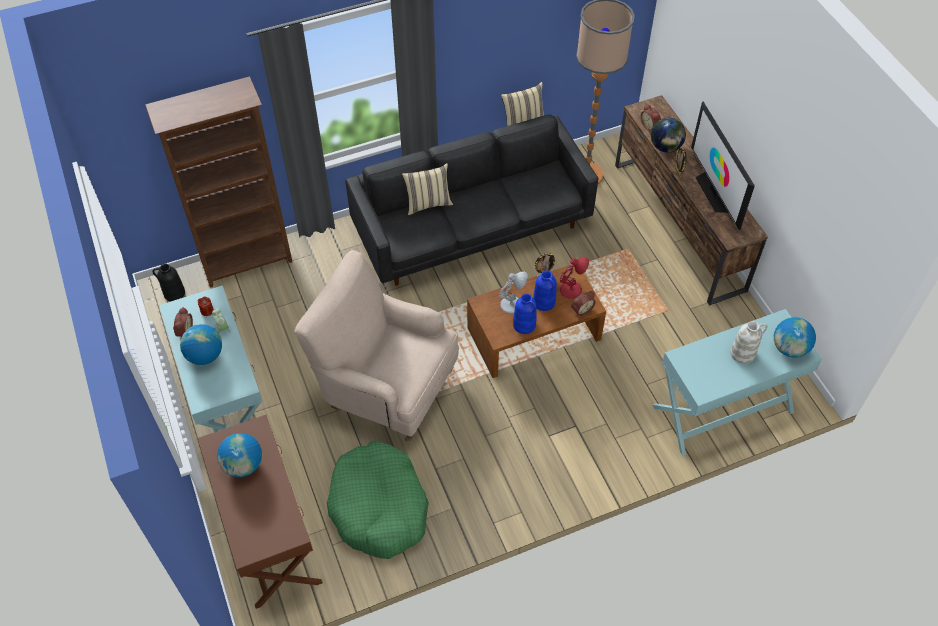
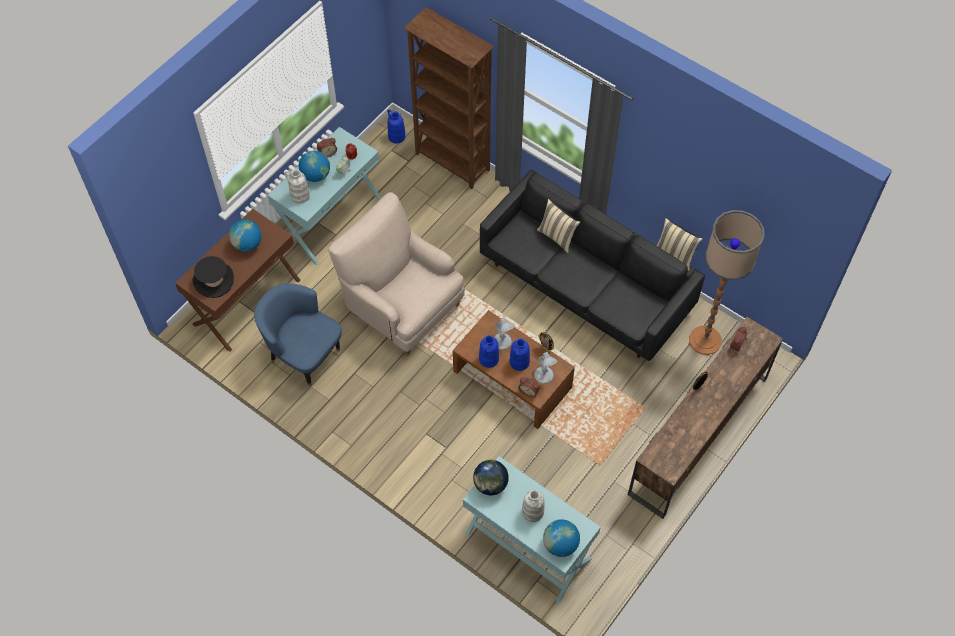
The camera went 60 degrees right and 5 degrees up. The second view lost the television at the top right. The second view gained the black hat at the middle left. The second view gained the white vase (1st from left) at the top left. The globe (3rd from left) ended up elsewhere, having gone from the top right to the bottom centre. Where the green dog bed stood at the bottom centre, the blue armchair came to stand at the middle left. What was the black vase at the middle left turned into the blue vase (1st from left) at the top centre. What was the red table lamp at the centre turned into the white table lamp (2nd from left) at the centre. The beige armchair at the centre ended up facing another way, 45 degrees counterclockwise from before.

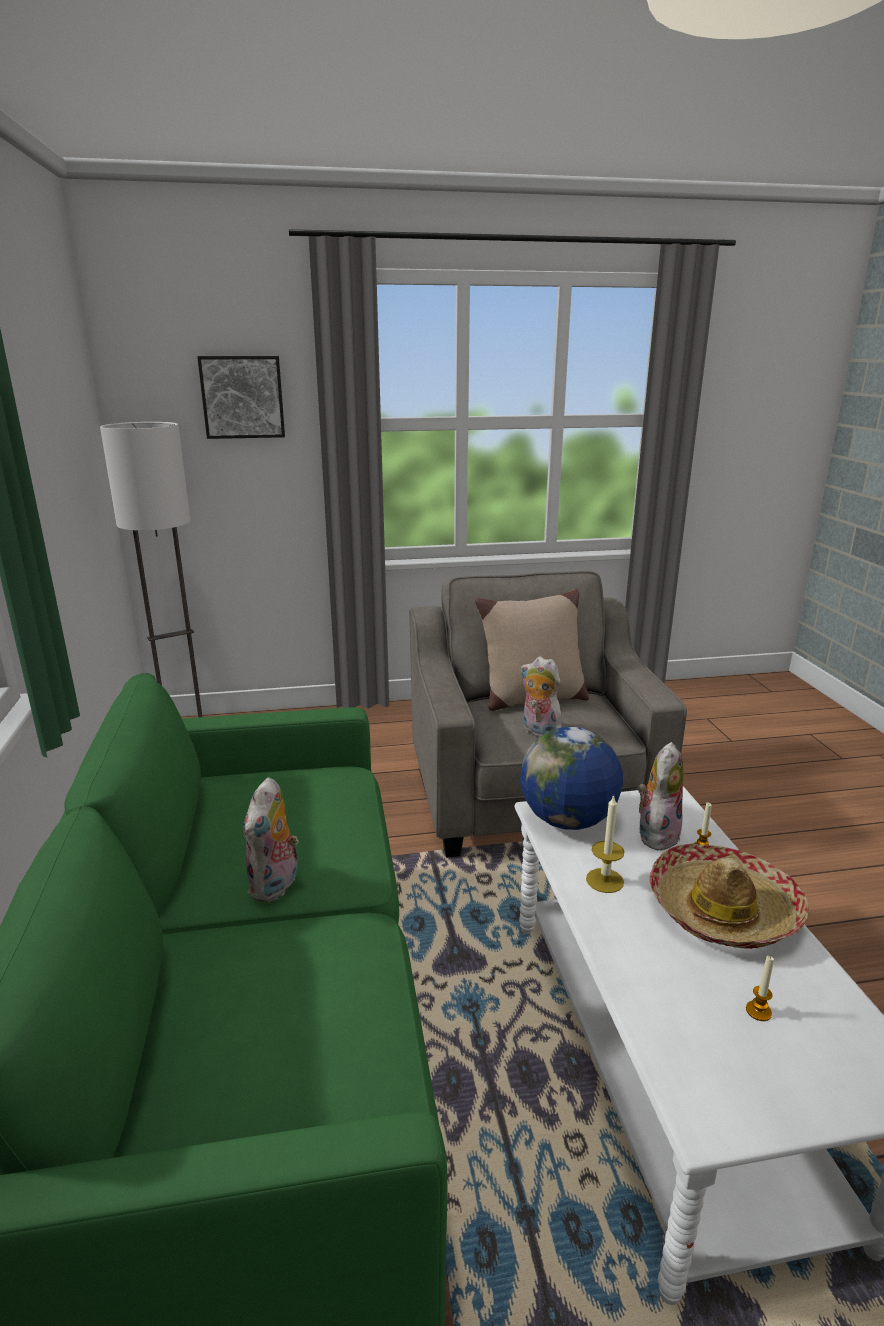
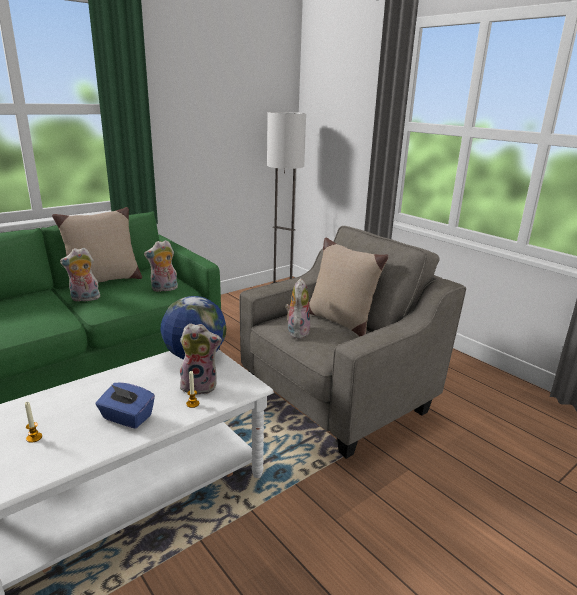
The camera went 60 degrees right and 0 degrees up. The second view lost the picture at the top left. The second view lost the candle (1st from left) at the middle right. The second view gained the beige pillow (1st from left) at the middle left. The second view gained the plush toy (2nd from left) at the middle left. Where the hat stood at the bottom right, the blue tissue box came to stand at the bottom left.

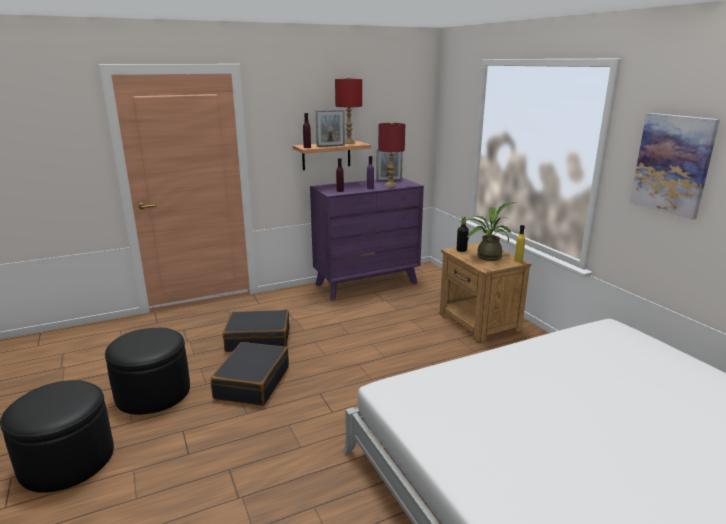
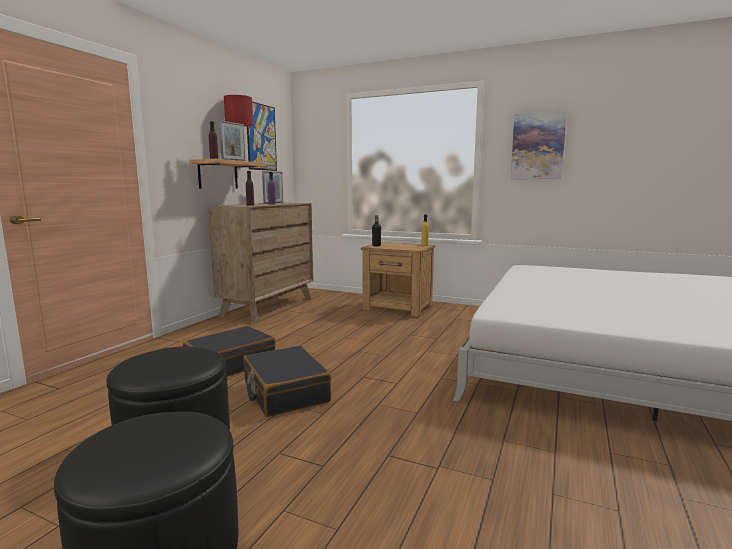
The camera went 40 degrees left and 10 degrees down. The second view lost the red table lamp (2nd from left) at the top centre. The second view lost the potted plant at the middle right. The second view gained the picture (1st from left) at the top centre. What was the purple dresser at the centre turned into the brown dresser at the centre.

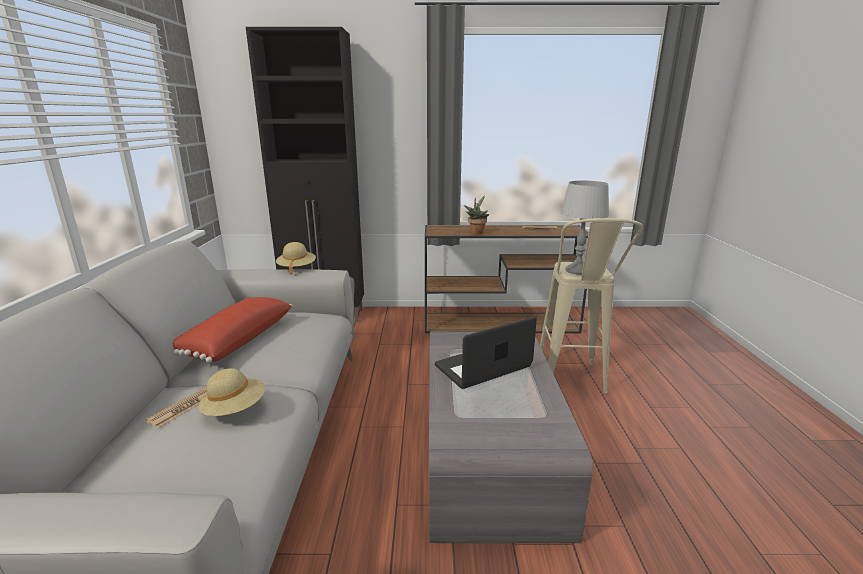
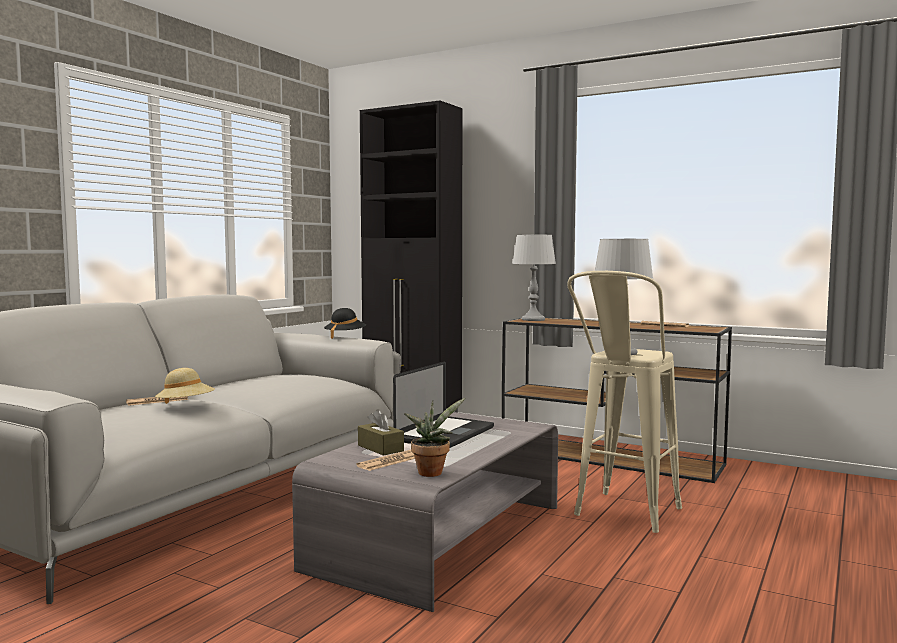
The camera went 30 degrees right and 15 degrees down. The second view lost the red pillow at the middle left. The second view gained the newspaper (2nd from left) at the bottom centre. The second view gained the brown tissue box at the bottom centre. The second view gained the grey table lamp (1st from left) at the centre. The potted plant ended up elsewhere, having gone from the centre to the bottom centre. What was the beige hat (2nd from left) at the centre turned into the black hat at the centre. The laptop at the centre ended up facing another way, 120 degrees clockwise from before.

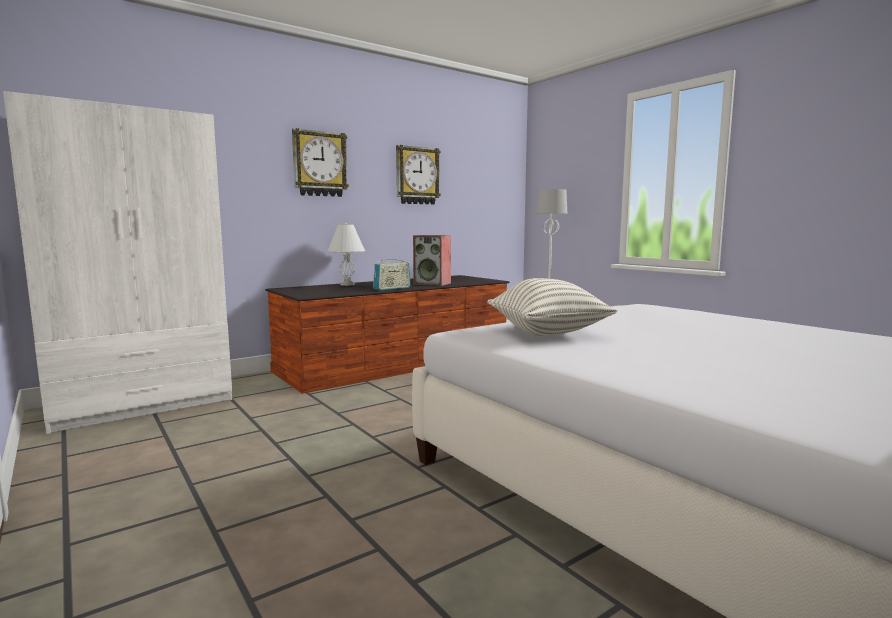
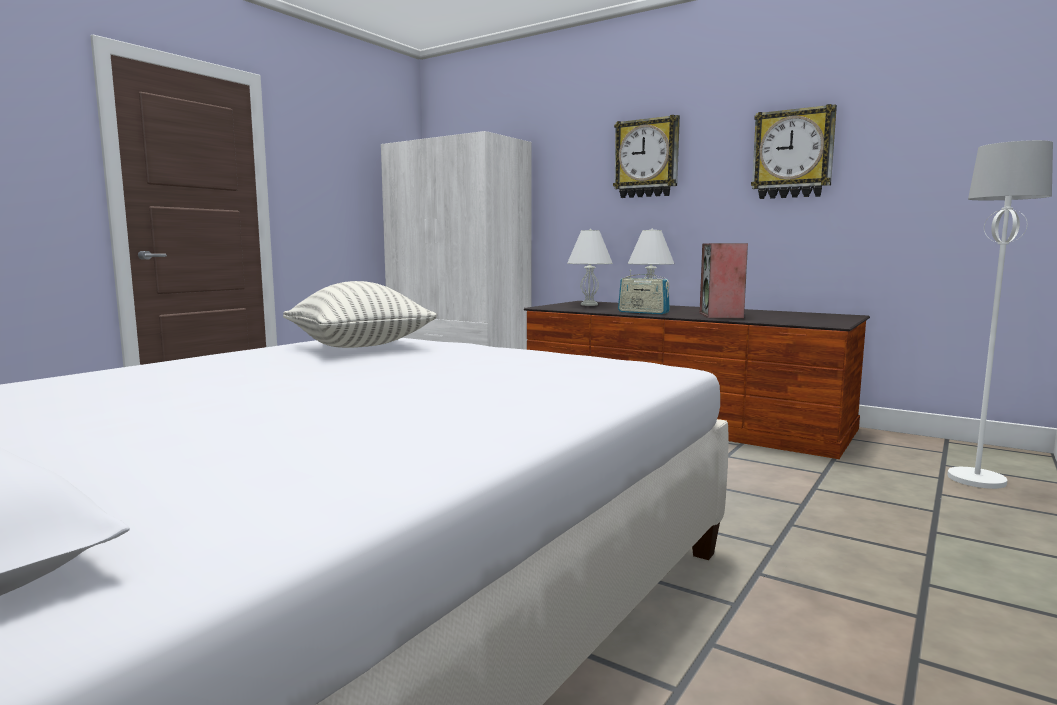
The camera went 70 degrees right and 0 degrees up. The second view gained the white table lamp (1st from left) at the centre.

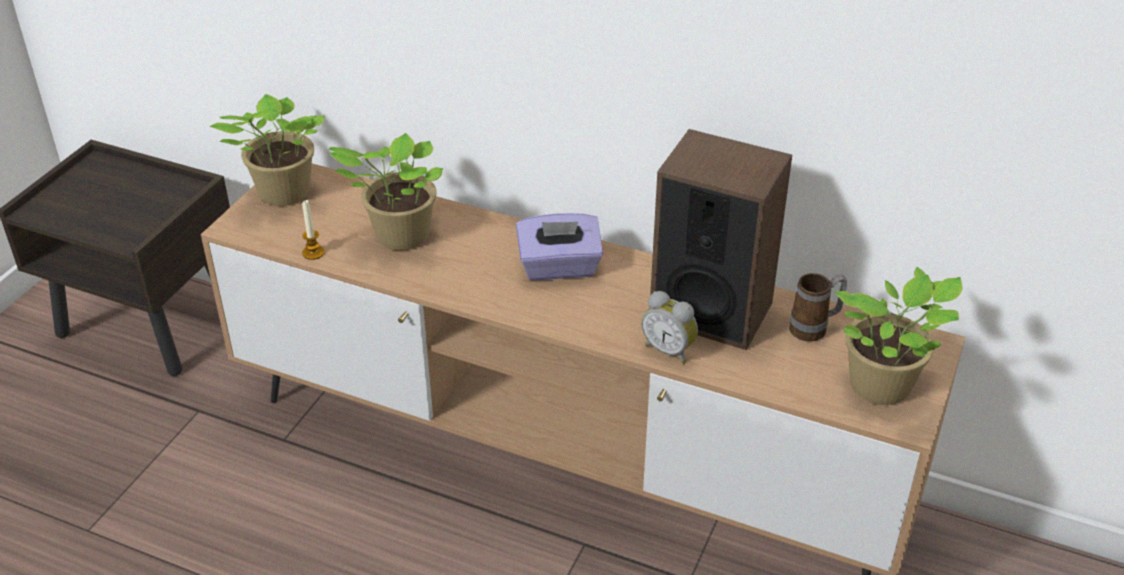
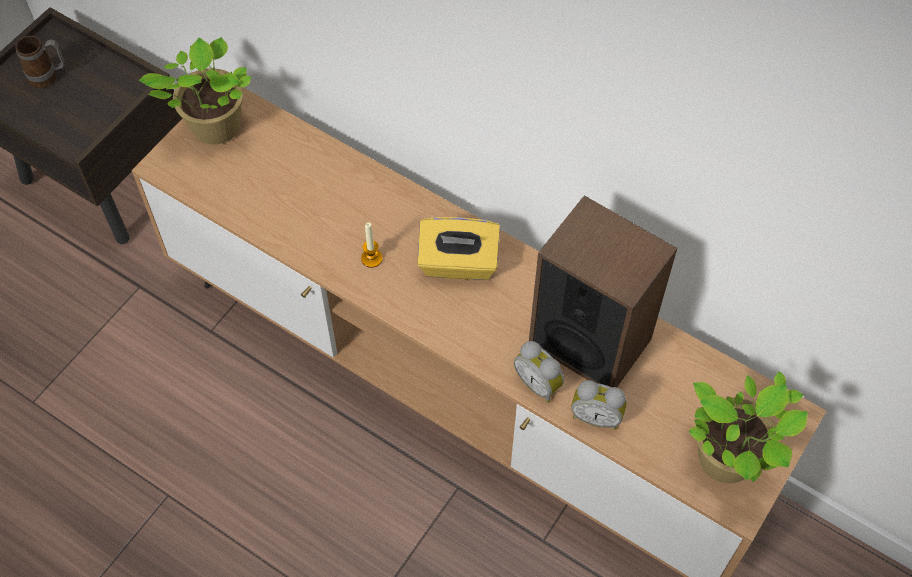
The camera went 10 degrees right and 20 degrees up. The second view lost the potted plant (2nd from left) at the top centre. The second view gained the alarm clock (2nd from left) at the bottom centre. The candle ended up elsewhere, having gone from the middle left to the centre. The mug ended up elsewhere, having gone from the middle right to the top left. What was the purple tissue box at the centre turned into the yellow tissue box at the centre.

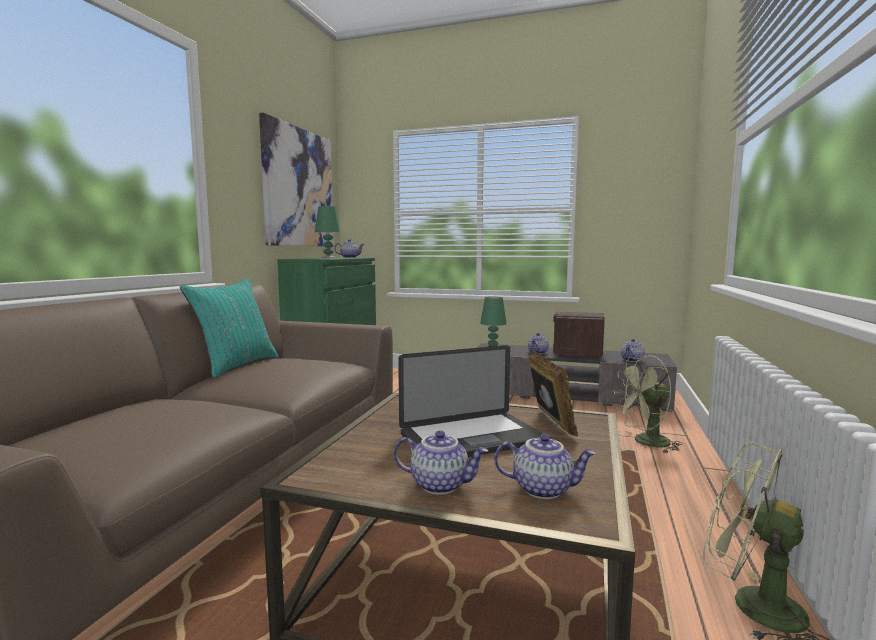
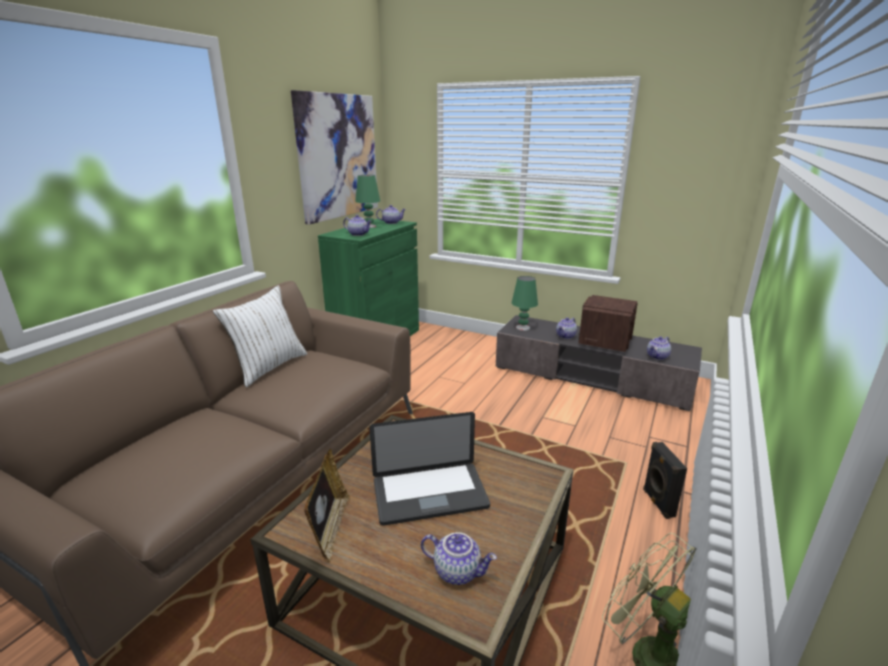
The camera went 10 degrees right and 15 degrees up. The second view lost the green fan (1st from left) at the middle right. The second view gained the black speaker at the bottom right. The teapot (2nd from left in the first image) ended up elsewhere, having gone from the bottom centre to the centre. The picture frame ended up elsewhere, having gone from the centre to the bottom centre. What was the turquoise pillow at the middle left turned into the white pillow at the middle left.

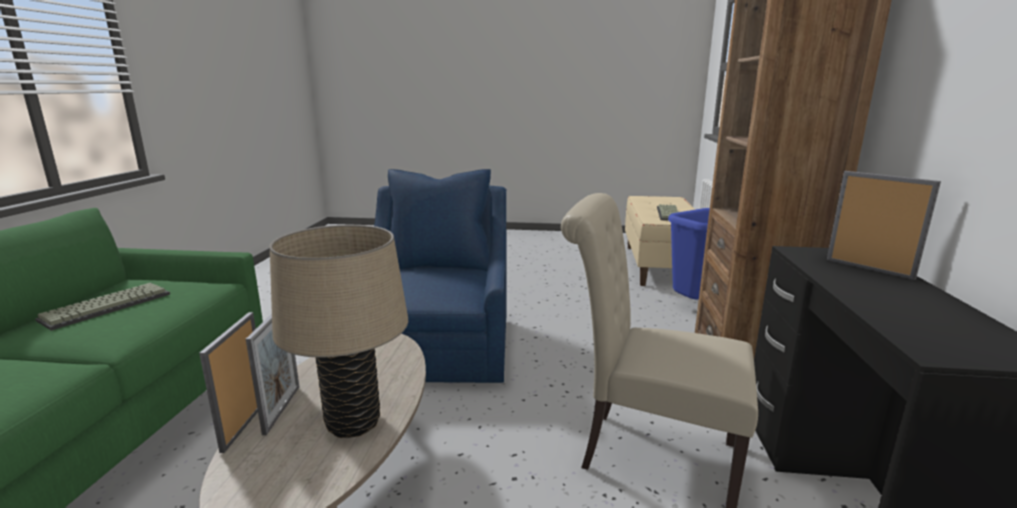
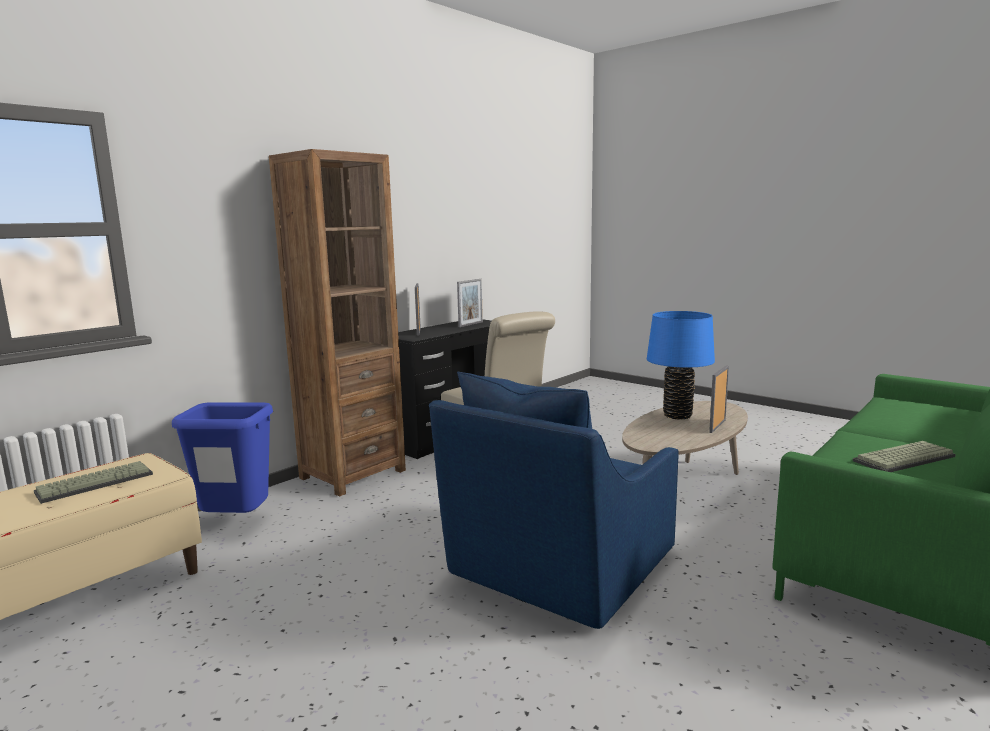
The camera went 145 degrees left and 5 degrees down. The picture frame (1st from left in the first image) ended up elsewhere, having gone from the bottom left to the centre. What was the beige table lamp at the centre turned into the blue table lamp at the middle right.

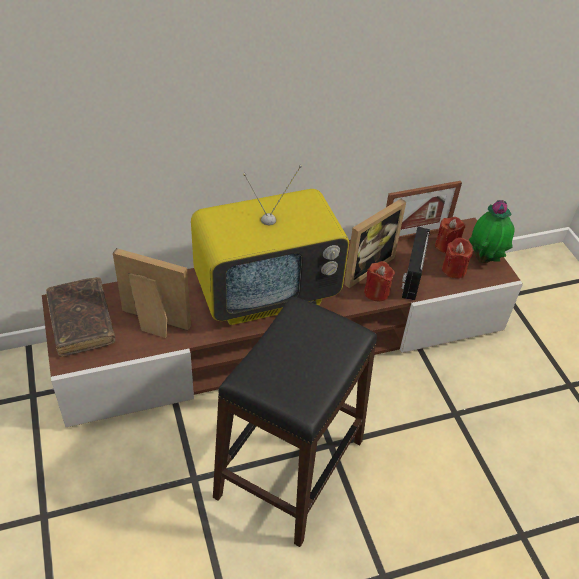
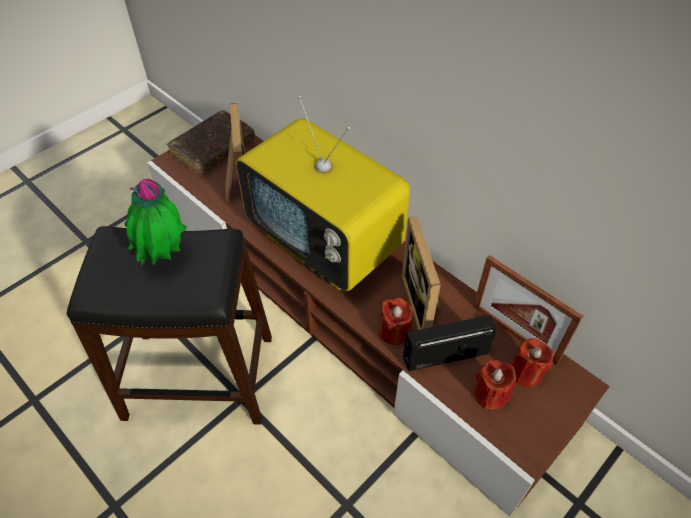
The camera went 65 degrees right and 5 degrees up. The potted plant ended up elsewhere, having gone from the middle right to the middle left. The picture frame (2nd from left) at the centre ended up facing another way, 60 degrees clockwise from before.

